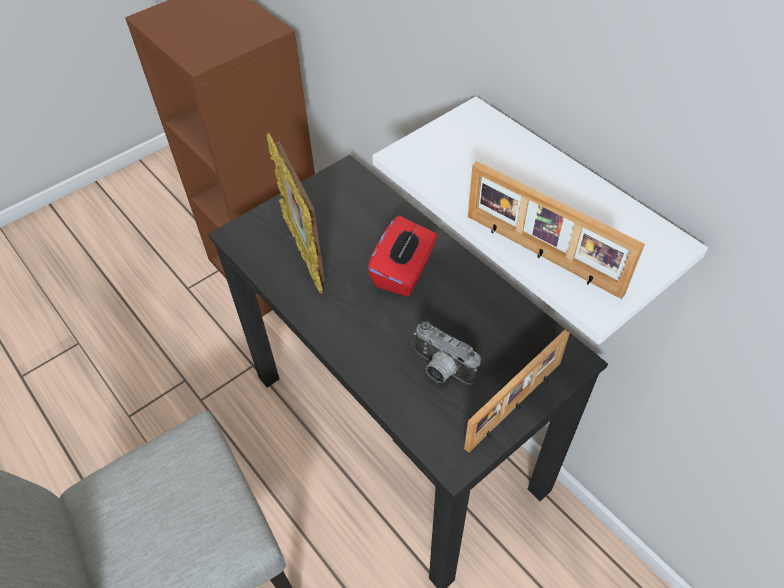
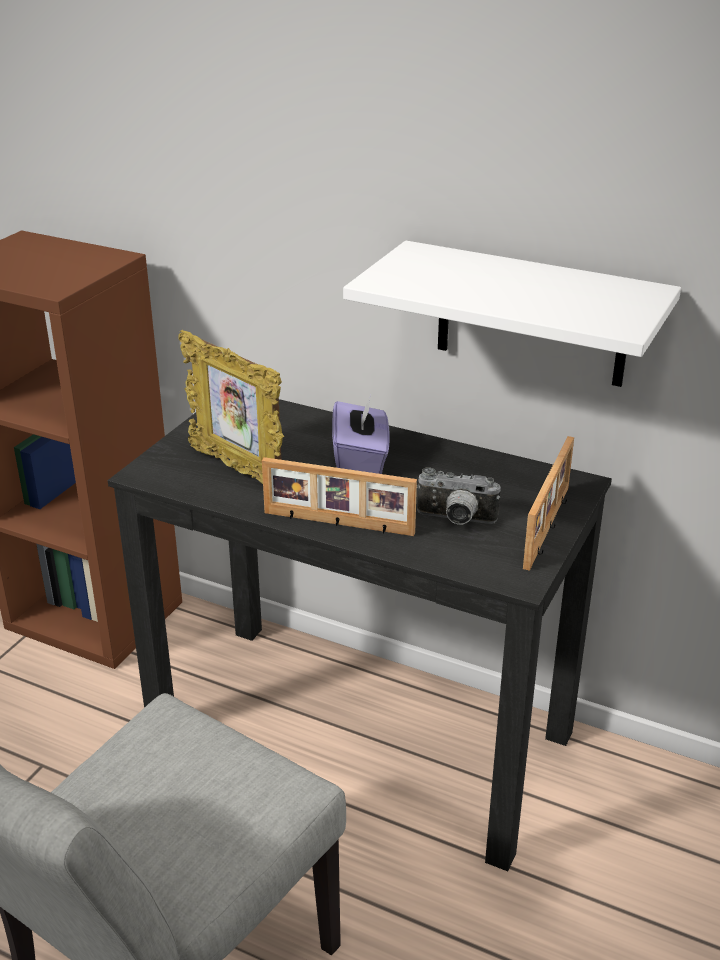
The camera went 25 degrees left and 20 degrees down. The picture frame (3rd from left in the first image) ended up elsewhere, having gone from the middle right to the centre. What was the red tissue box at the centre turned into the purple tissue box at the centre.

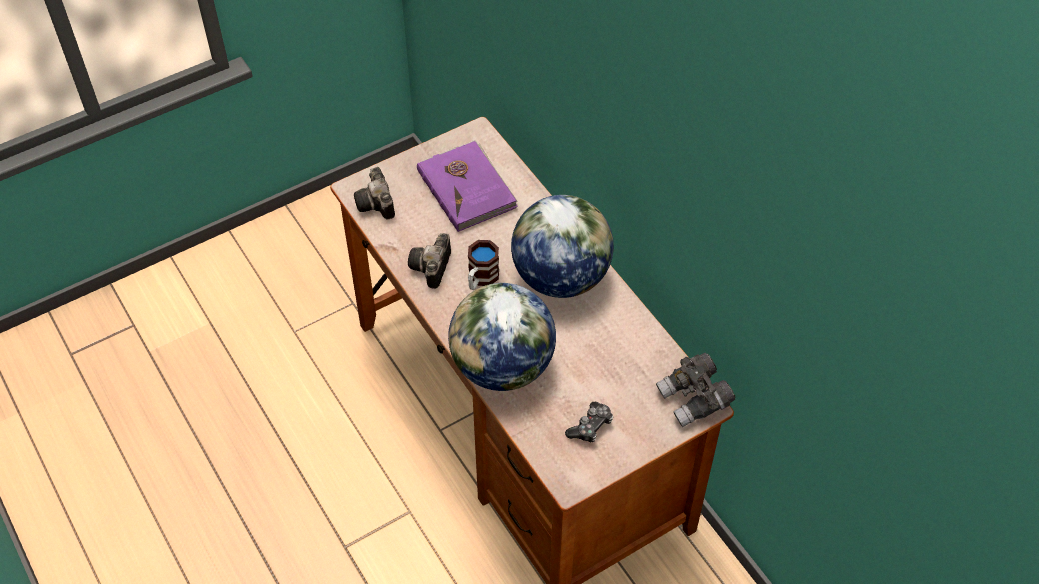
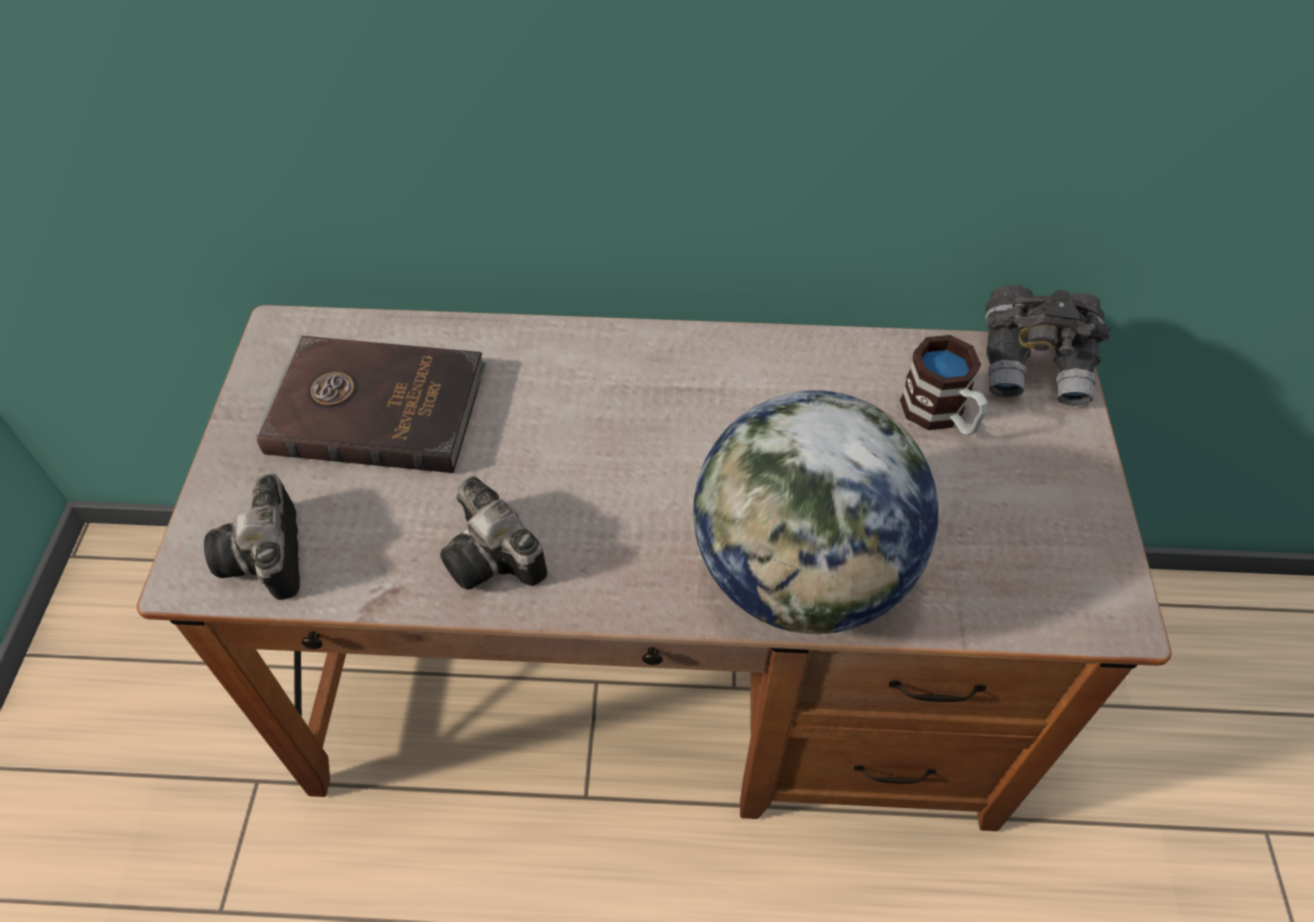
The camera went 55 degrees left and 0 degrees up. The second view lost the globe (2nd from left) at the centre. The second view lost the game controller at the bottom centre. The mug ended up elsewhere, having gone from the centre to the middle right. What was the purple book at the top centre turned into the brown book at the middle left. The photo camera (1st from left) at the top centre ended up facing another way, 60 degrees clockwise from before.

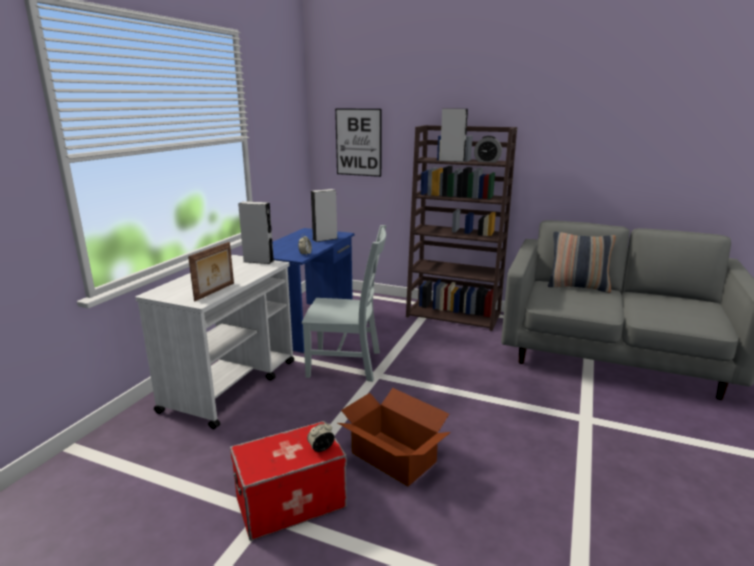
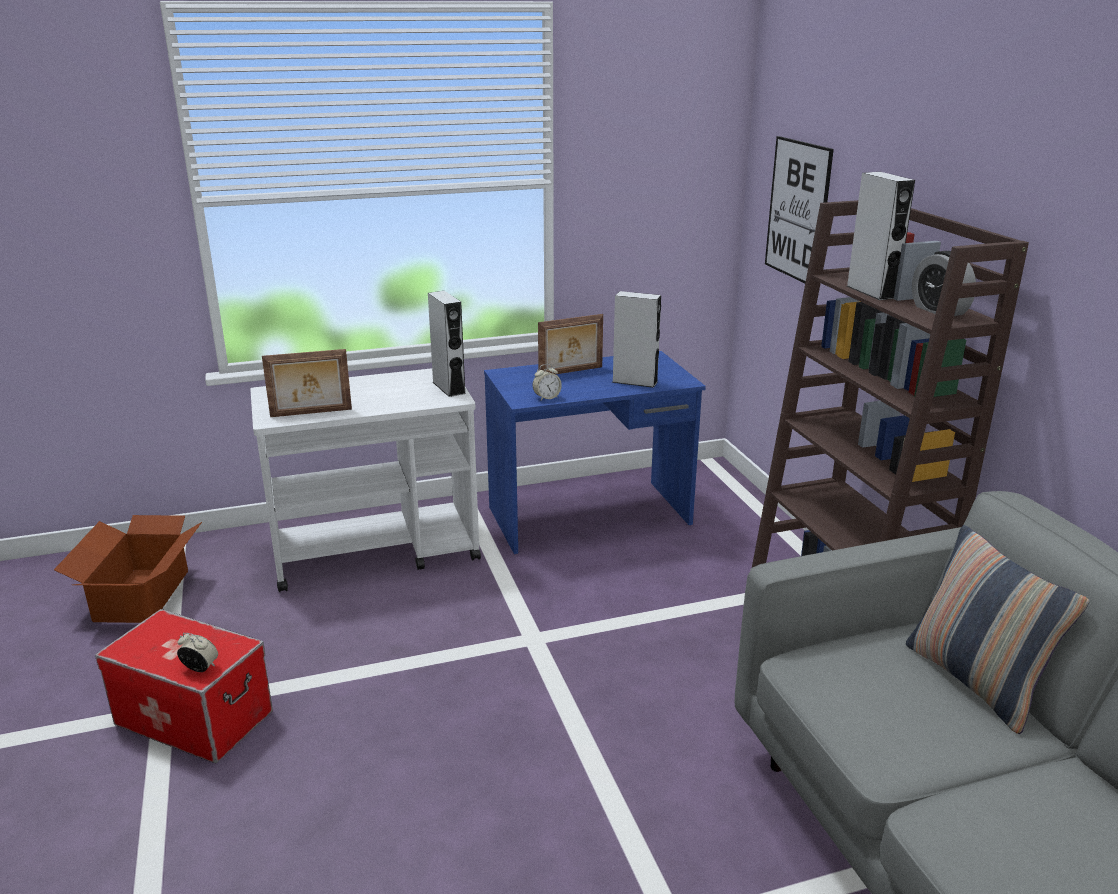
The camera went 50 degrees right and 5 degrees up. The second view lost the grey chair at the centre. The second view gained the picture frame (2nd from left) at the centre. The cardboard box ended up elsewhere, having gone from the bottom centre to the middle left.

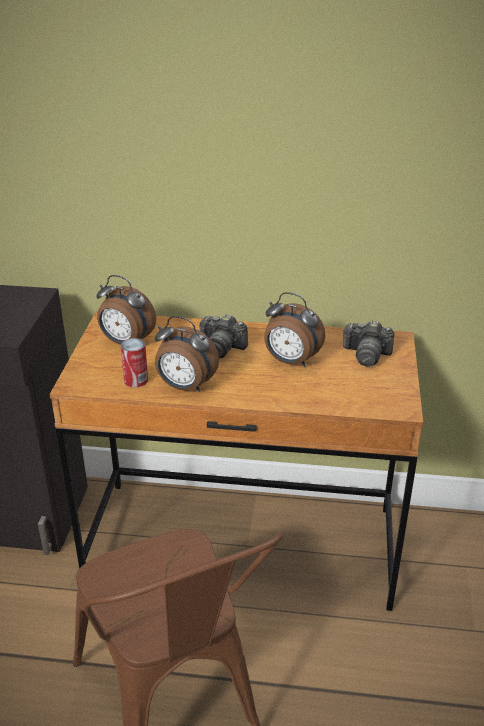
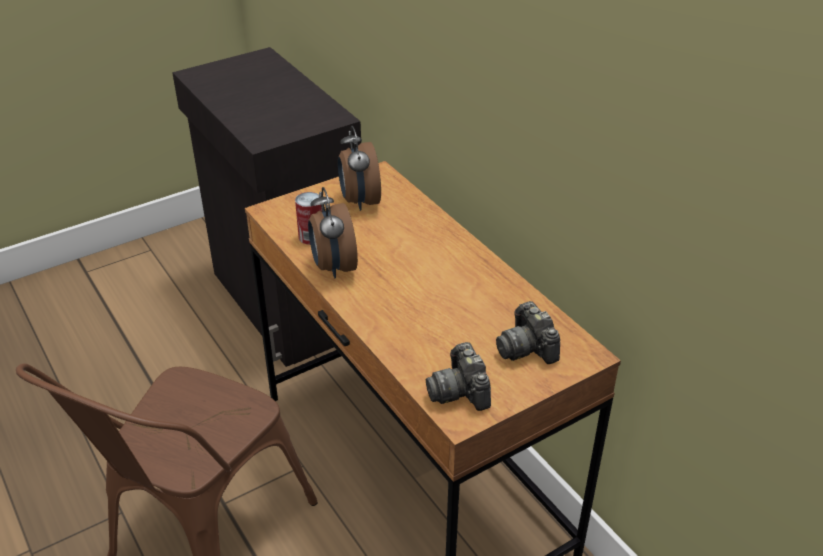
The camera went 50 degrees right and 5 degrees up. The second view lost the alarm clock (3rd from left) at the centre. The photo camera (1st from left) ended up elsewhere, having gone from the centre to the bottom centre.

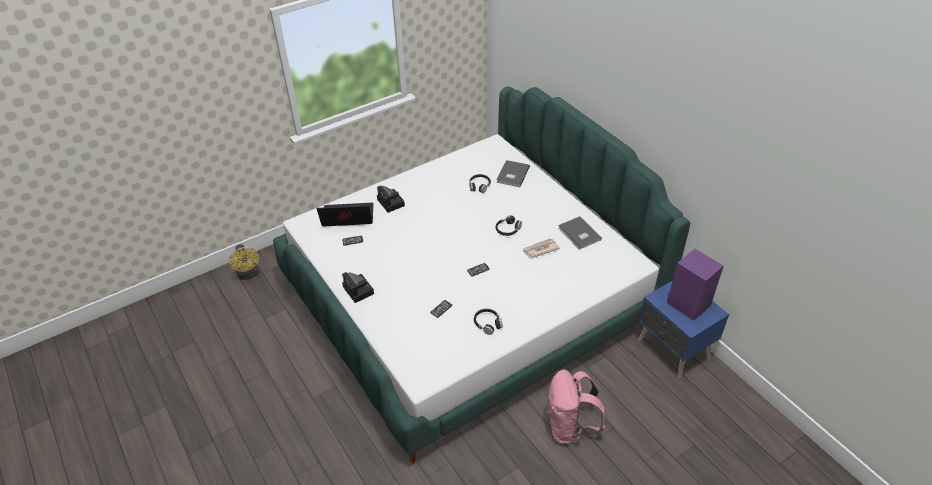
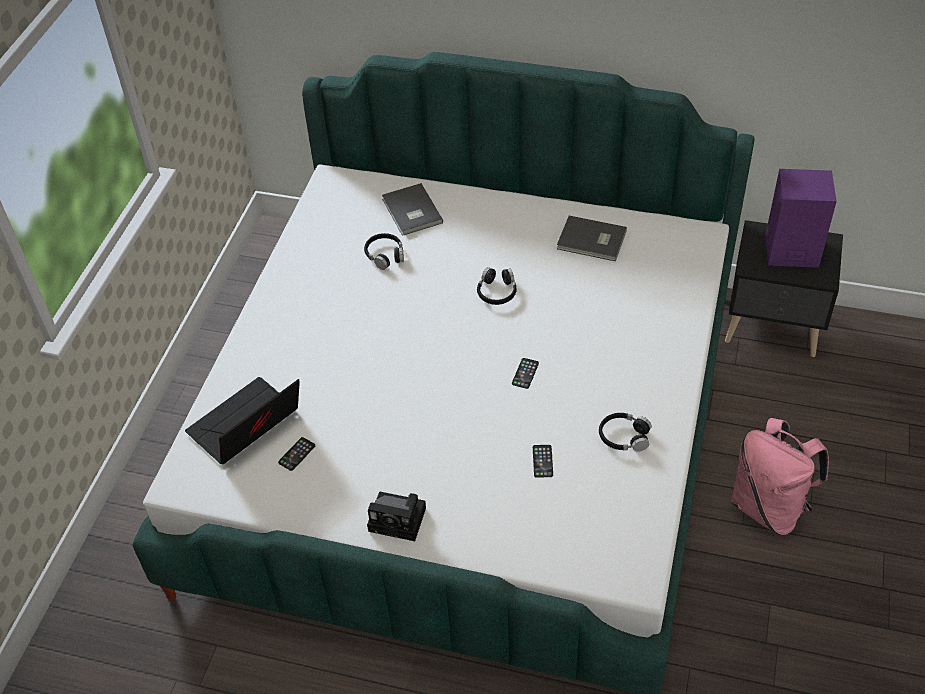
The camera went 40 degrees left and 5 degrees up. The second view lost the yellow fan at the middle left. The second view lost the photo camera (2nd from left) at the centre. The second view lost the newspaper at the centre. What was the blue nightstand at the bottom right turned into the black nightstand at the middle right.

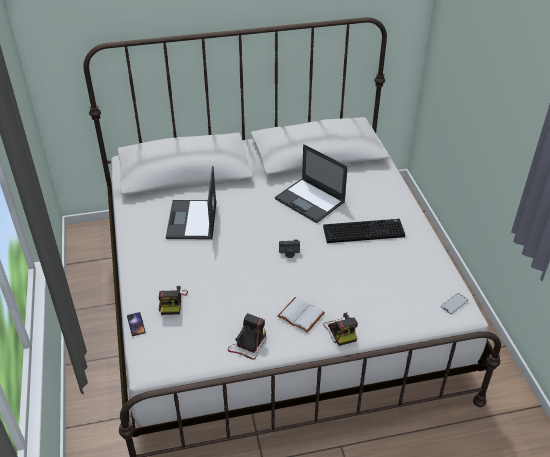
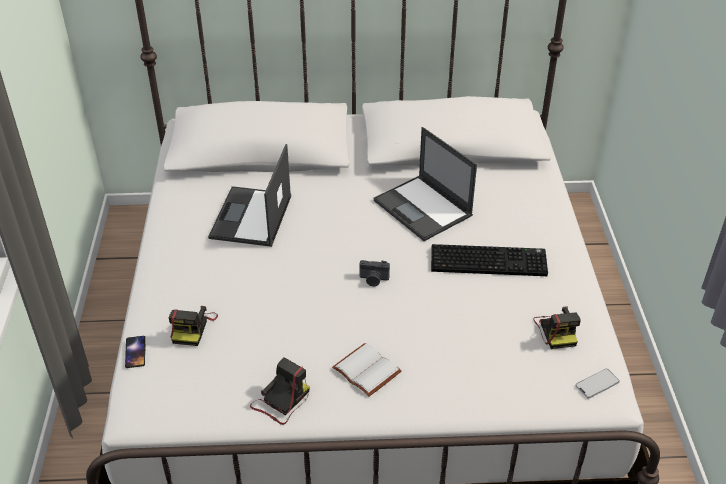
The camera went 10 degrees right and 0 degrees up. The photo camera (4th from left) ended up elsewhere, having gone from the bottom centre to the bottom right.

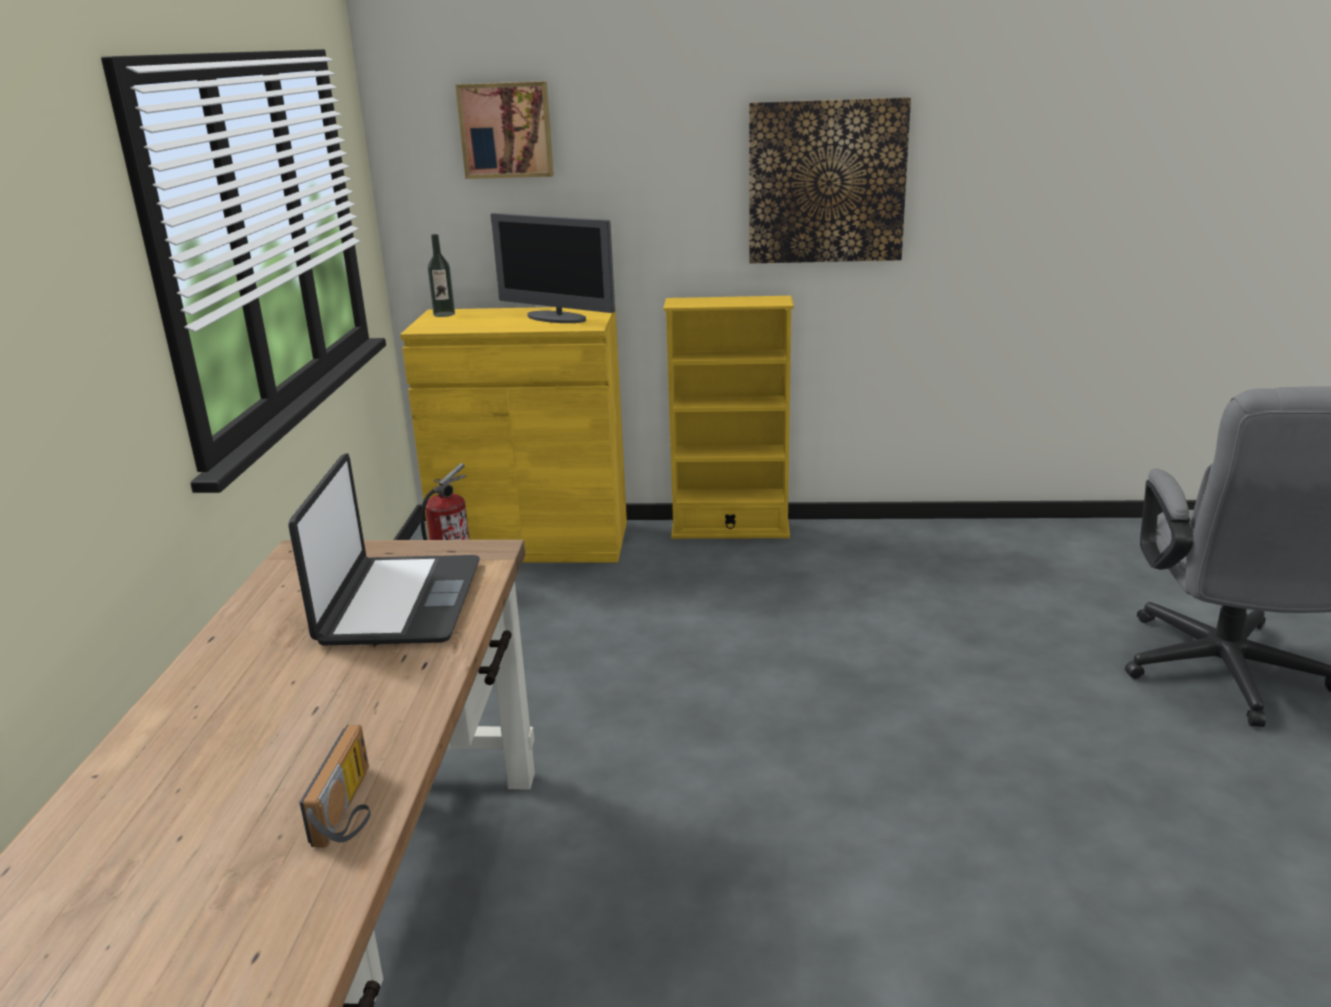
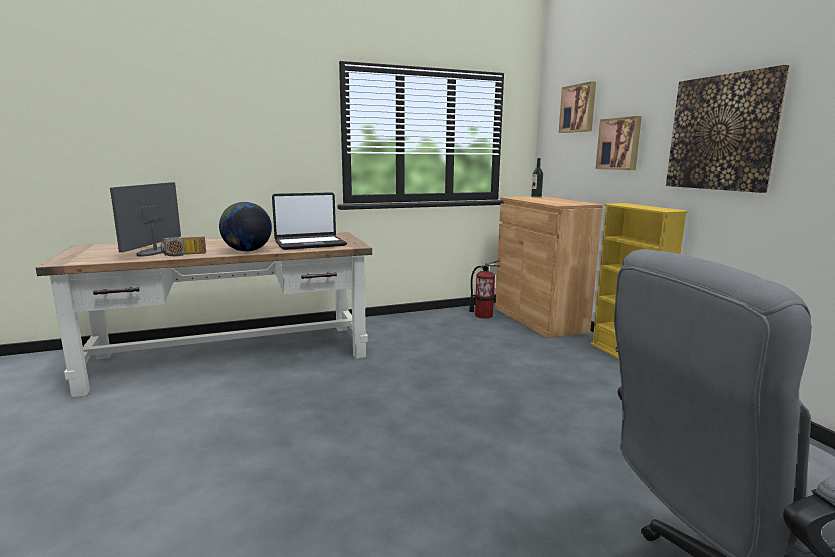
The camera went 65 degrees right and 10 degrees down. The second view gained the globe at the middle left. The second view gained the picture (2nd from left) at the top right. The monitor ended up elsewhere, having gone from the top centre to the middle left. What was the yellow cabinet at the centre turned into the brown cabinet at the centre.

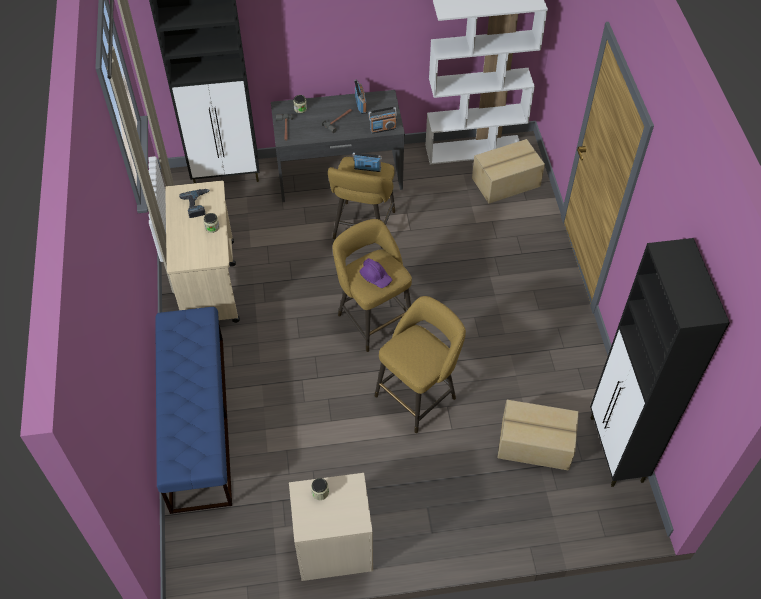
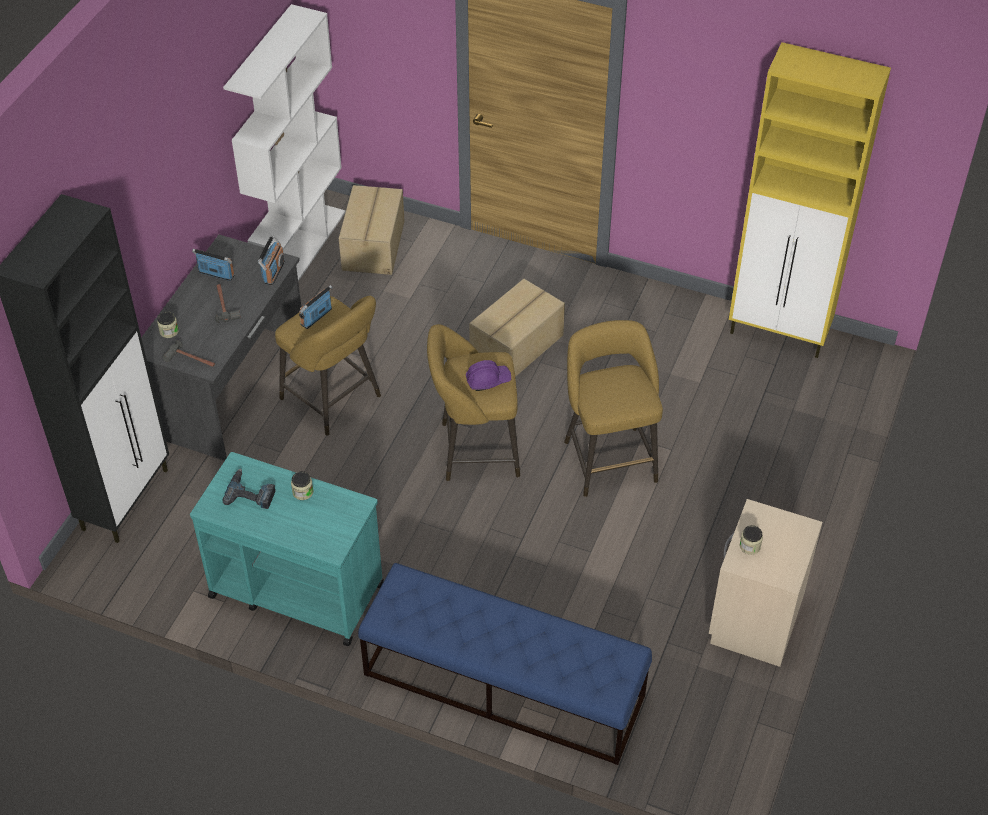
The camera went 60 degrees left and 5 degrees down. The cardboard box (2nd from left) ended up elsewhere, having gone from the bottom right to the centre. What was the beige cart at the middle left turned into the turquoise cart at the bottom left. What was the black cabinet (2nd from left) at the middle right turned into the yellow cabinet at the top right.

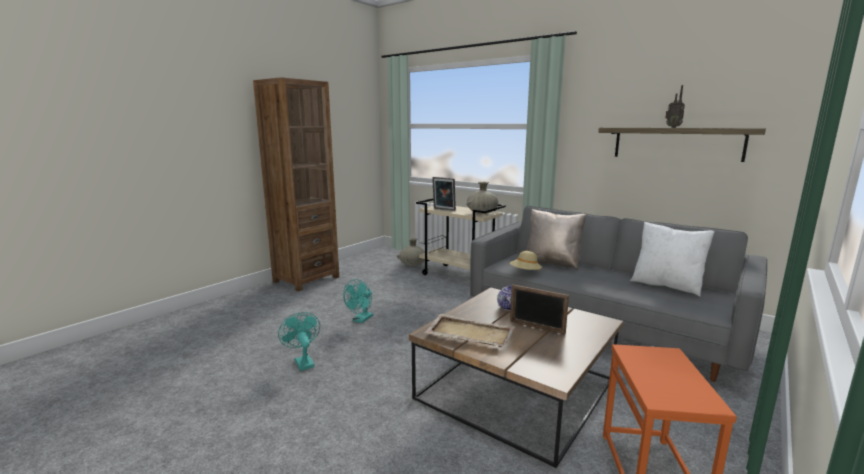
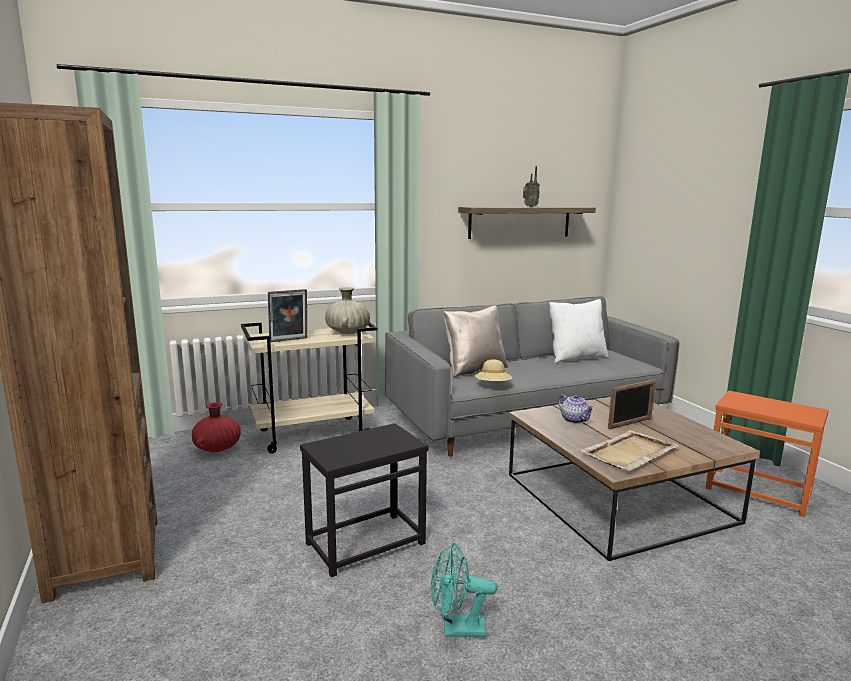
The camera went 60 degrees left and 0 degrees up. Where the turquoise fan (2nd from left) stood at the centre, the black side table came to stand at the bottom centre. What was the beige vase (1st from left) at the centre turned into the red vase at the middle left.

